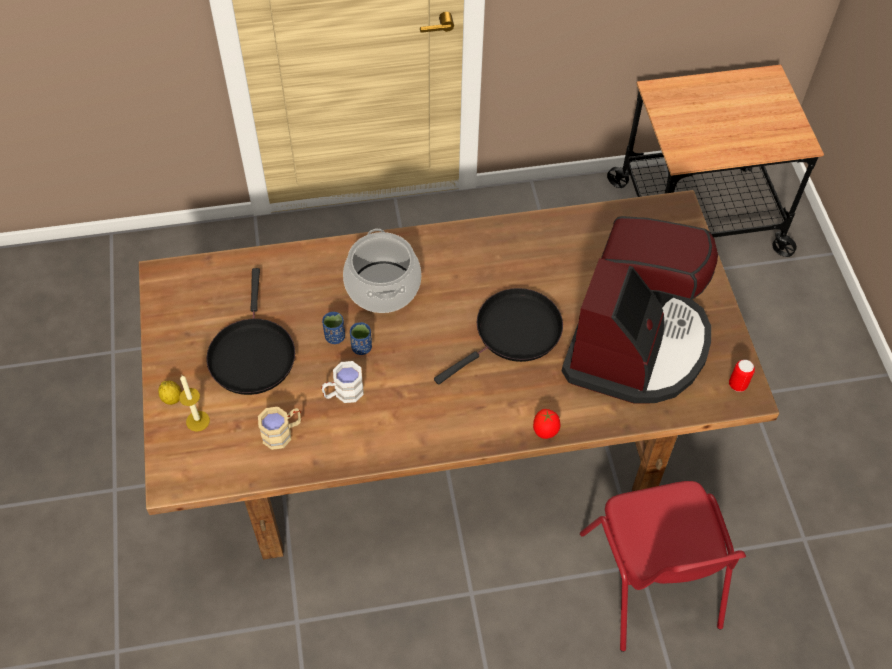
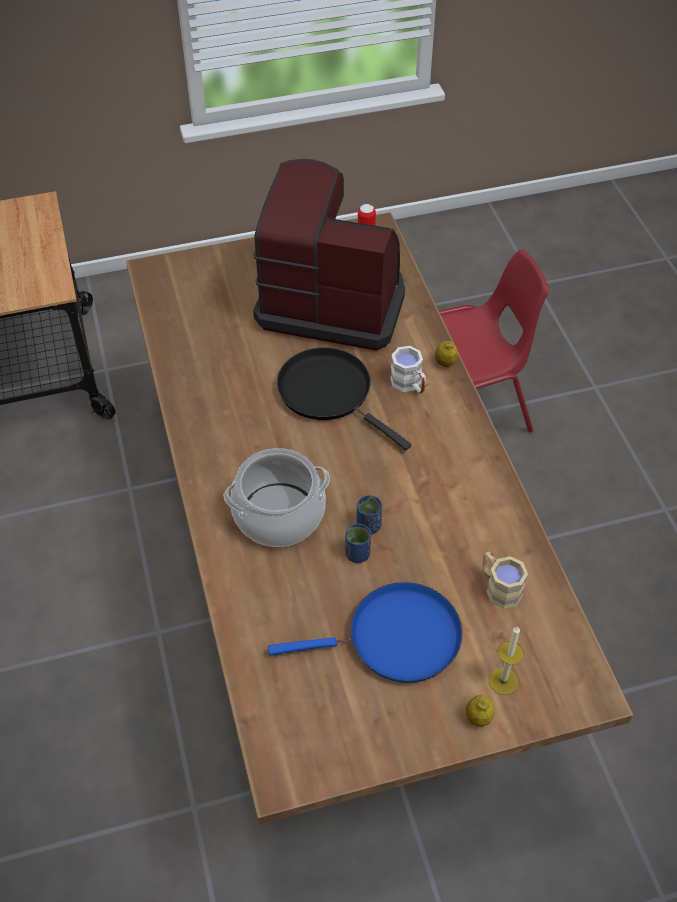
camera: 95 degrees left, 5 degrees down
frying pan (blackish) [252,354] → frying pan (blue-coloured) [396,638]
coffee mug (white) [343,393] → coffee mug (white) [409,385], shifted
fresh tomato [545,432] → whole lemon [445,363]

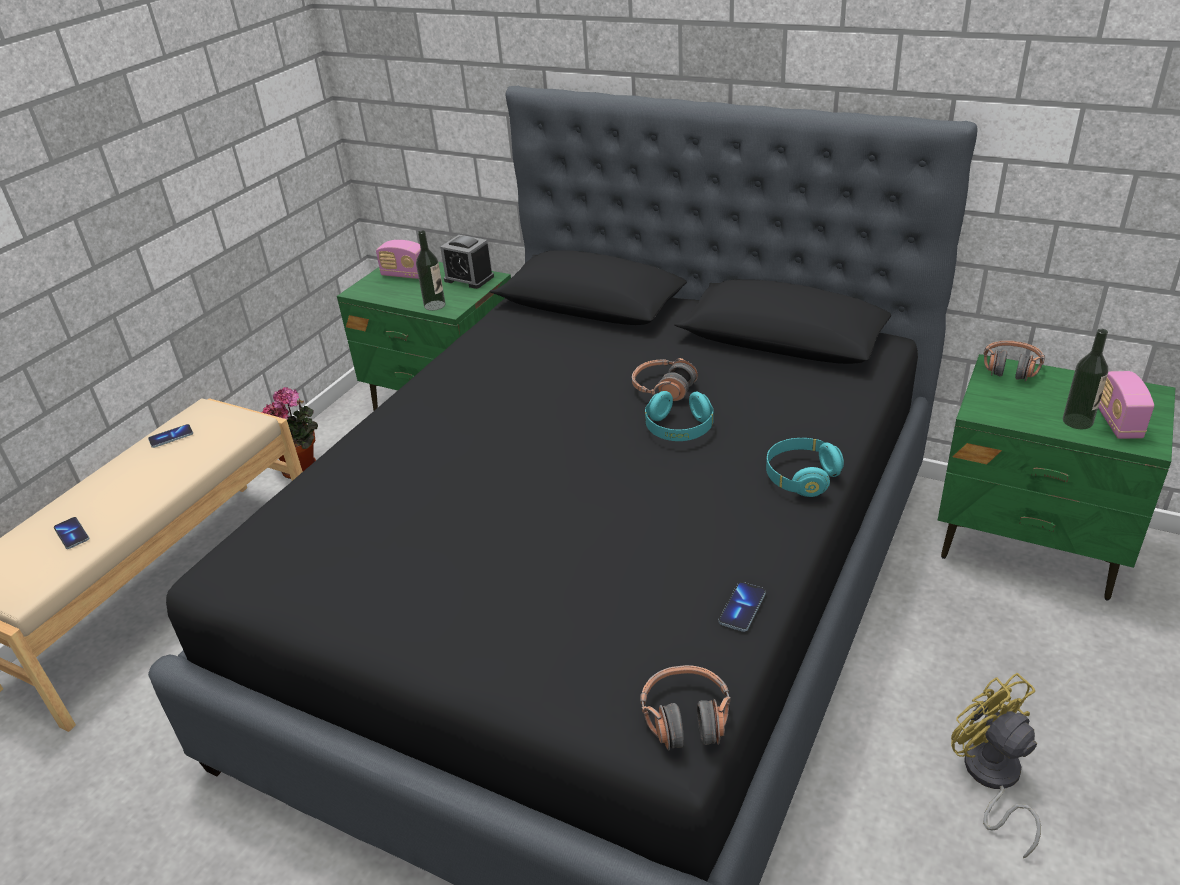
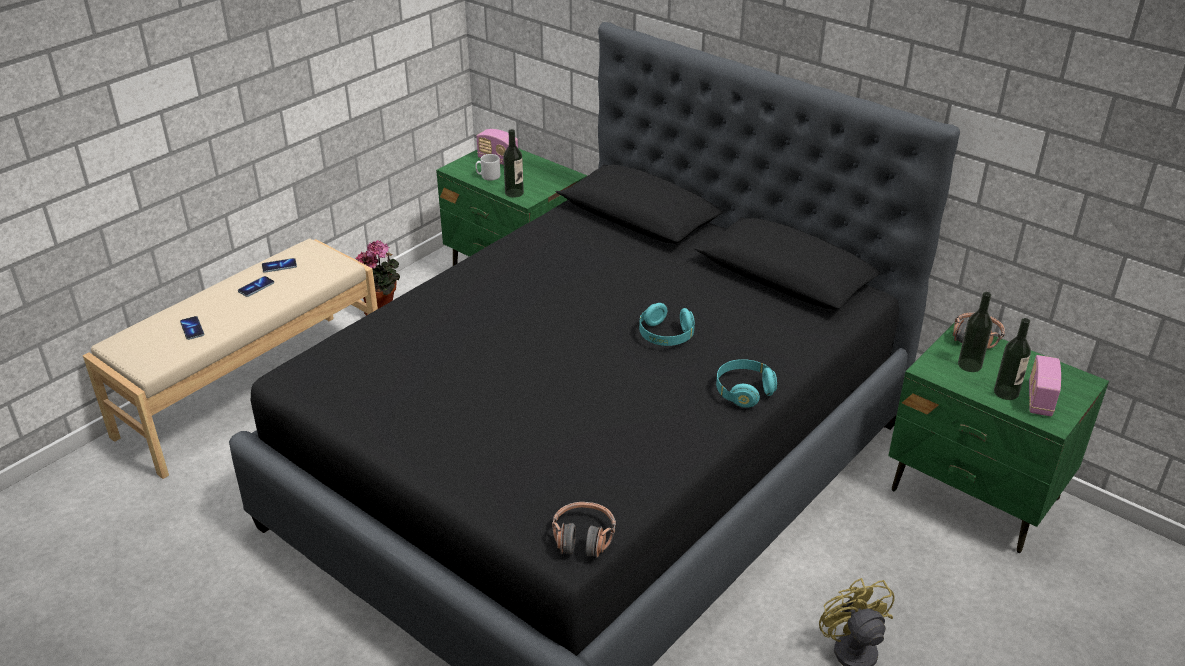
camera: 10 degrees right, 0 degrees up
bedside clock [469,278] → -
pair of headphones [663,389] → -
handset [742,608] → handset [256,287], shifted
- → coffee mug (greyish) [488,176]
- → drink bottle [969,365]

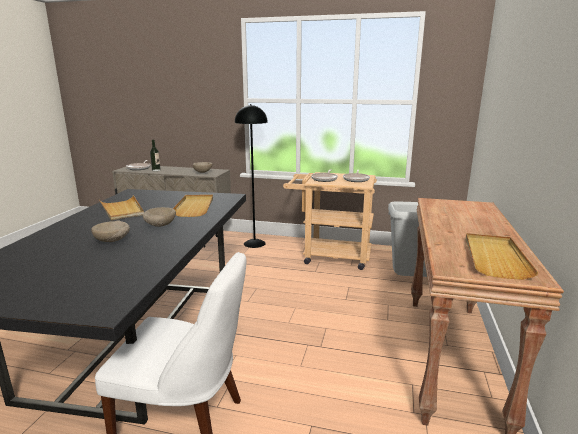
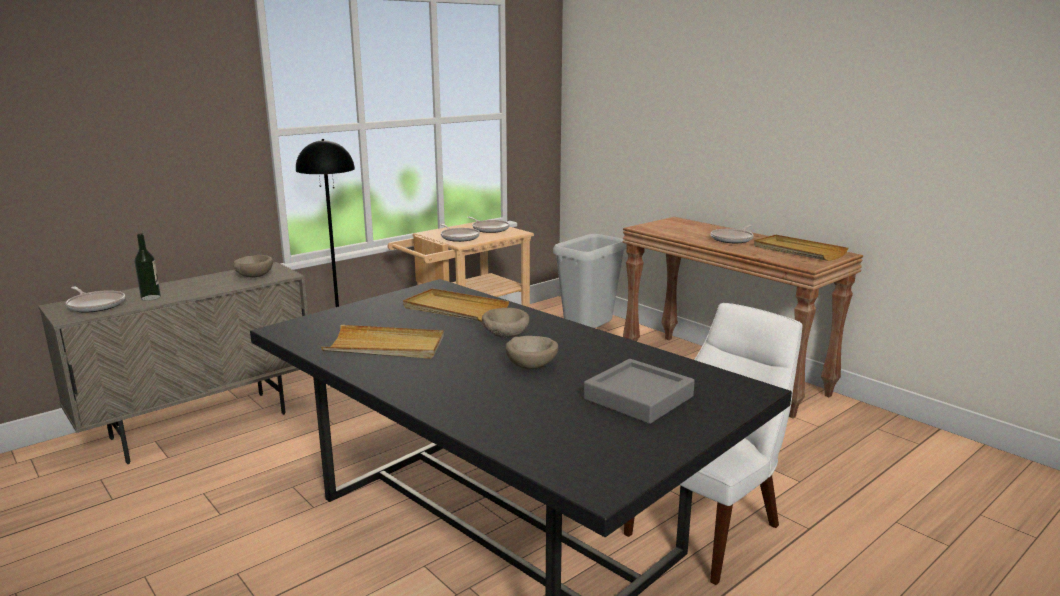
camera: 55 degrees left, 0 degrees up
- → serving tray (greyish) [638,398]
- → frying pan [733,239]

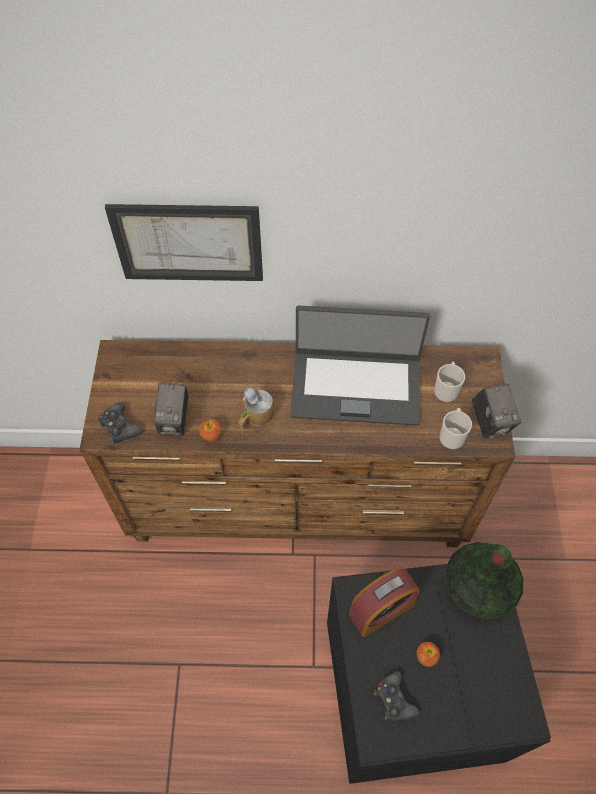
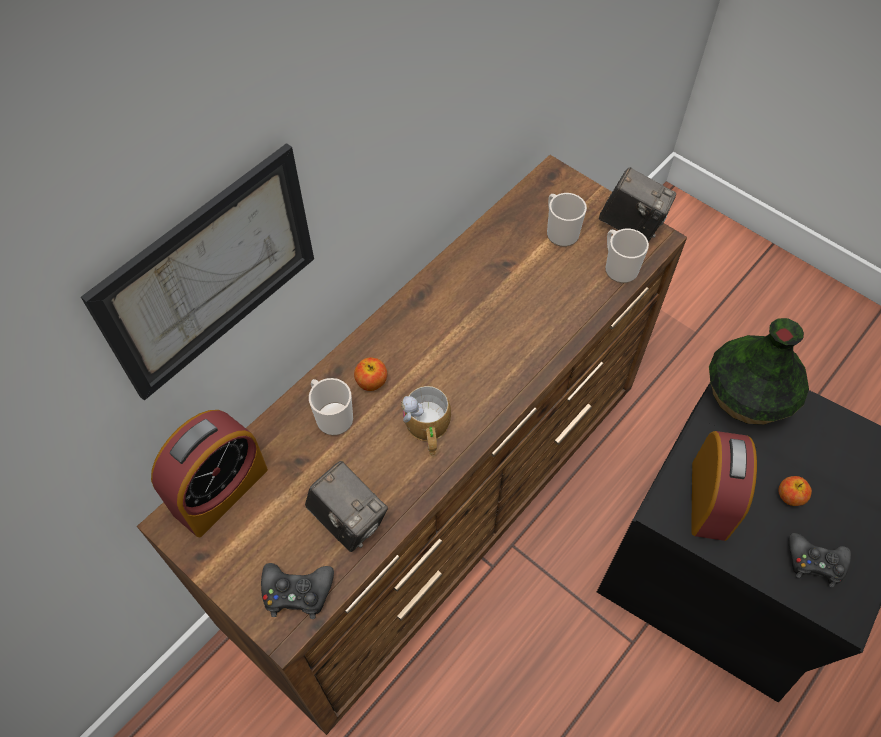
camera: 50 degrees left, 0 degrees up
apple fruit [211,435] → apple fruit [371,382], shifted
laptop [356,386] → -
- → bedside clock [220,491]
- → coffee mug [332,416]

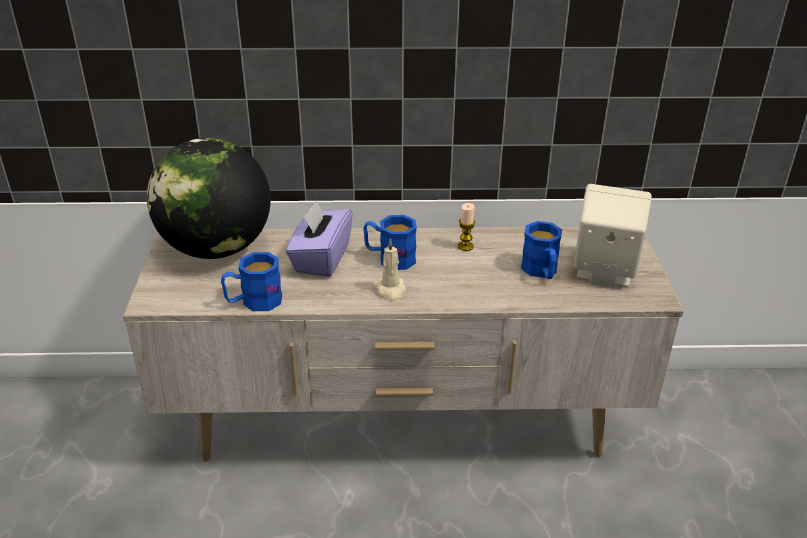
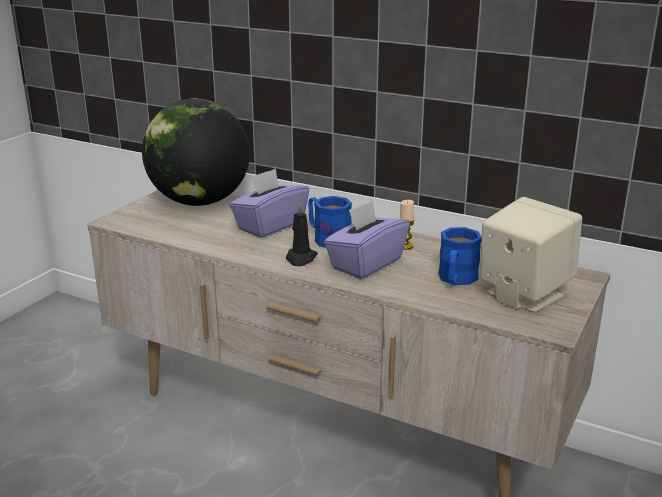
camera: 30 degrees right, 10 degrees down
coffee mug (blue-coloured) [254,302] → -
wax candle (beige) [391,290] → wax candle (blackish) [300,258]
- → tissue holder (purplish) [366,264]

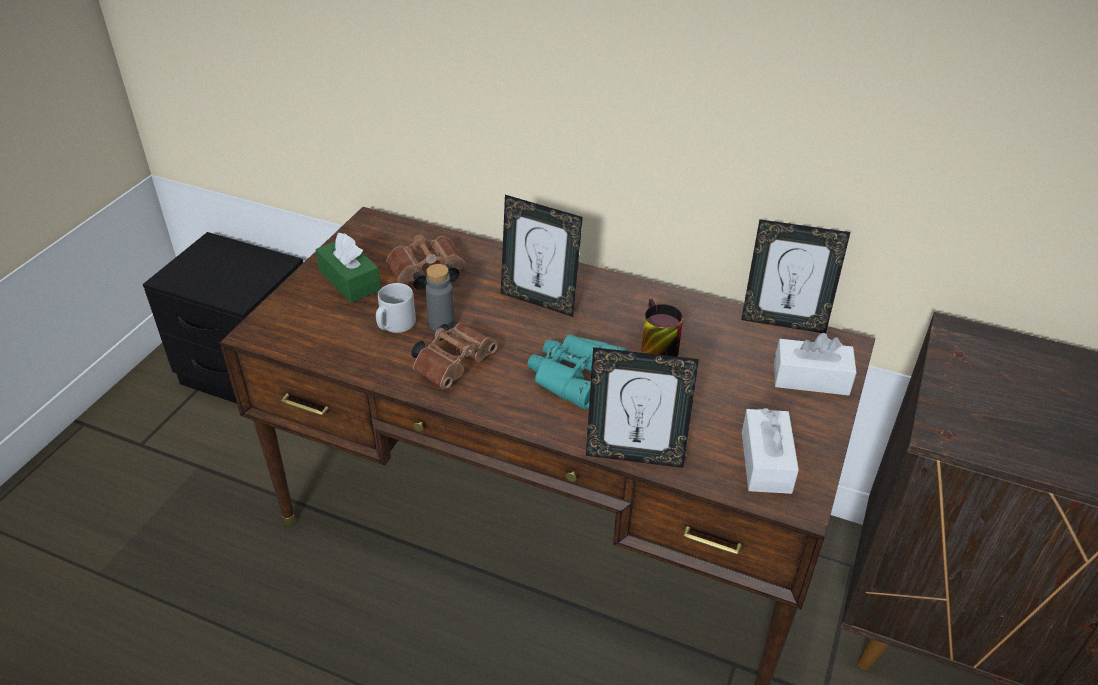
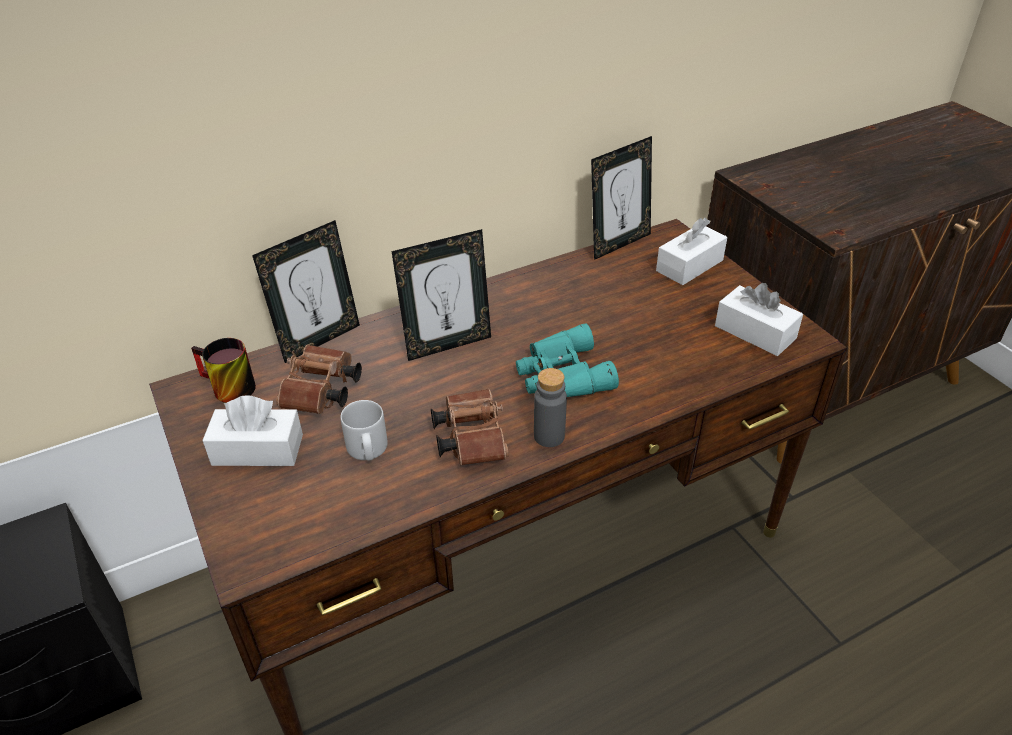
camera: 50 degrees left, 0 degrees up
tissue holder (greenish) [350,281] → tissue holder (white) [257,450]
drink bottle (greyish) [442,324] → drink bottle (greyish) [549,436], shifted
standing frame [635,455] → standing frame [319,340], shifted
coffee mug [654,347] → coffee mug [226,389], shifted

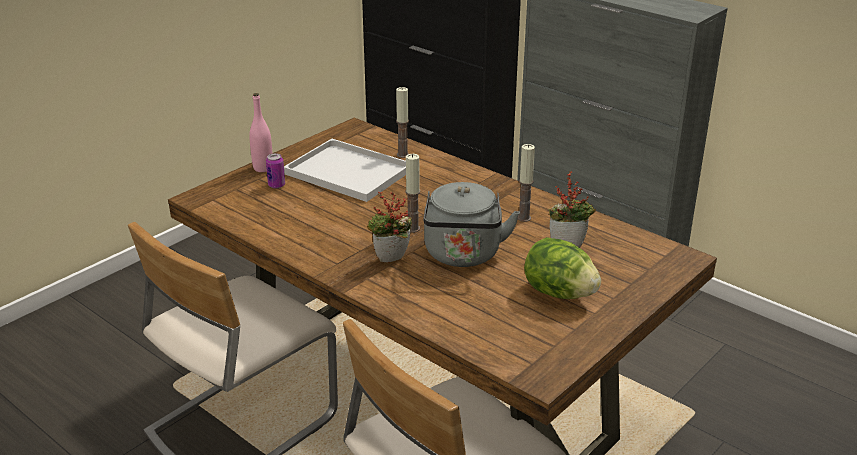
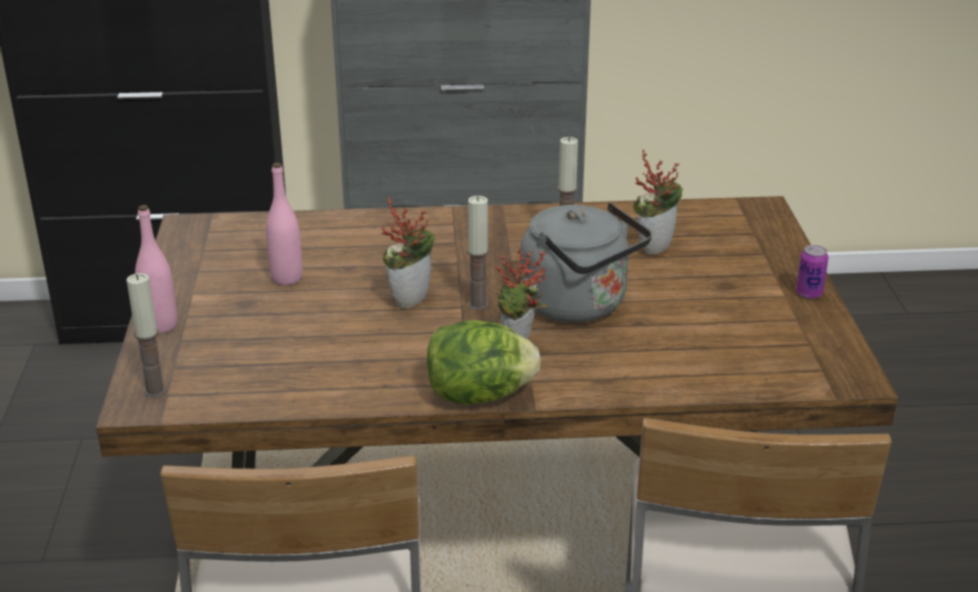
camera: 45 degrees left, 0 degrees up
metal can [276,185] → metal can [809,294], shifted
serving tray (white) [351,172] → drink bottle (pinkish) [287,278]
wax candle [402,155] → wax candle [155,391], shifted
lettuce head [559,293] → lettuce head [479,395], shifted
- → plant in a pot [409,298]

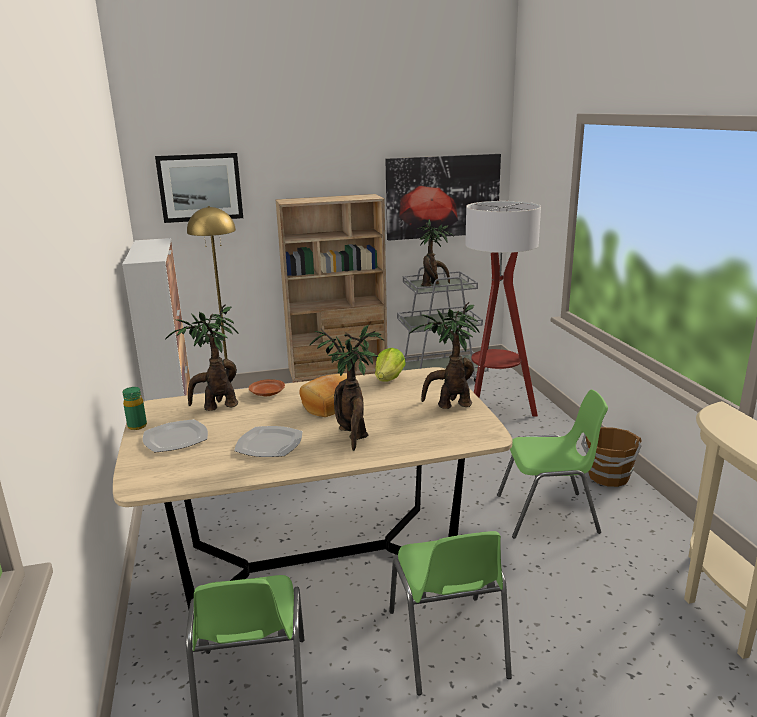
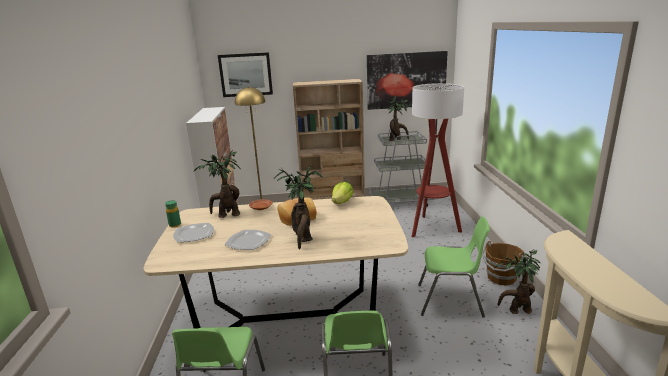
camera: 10 degrees right, 0 degrees up
plant in a pot [449,405] → plant in a pot [516,310], shifted

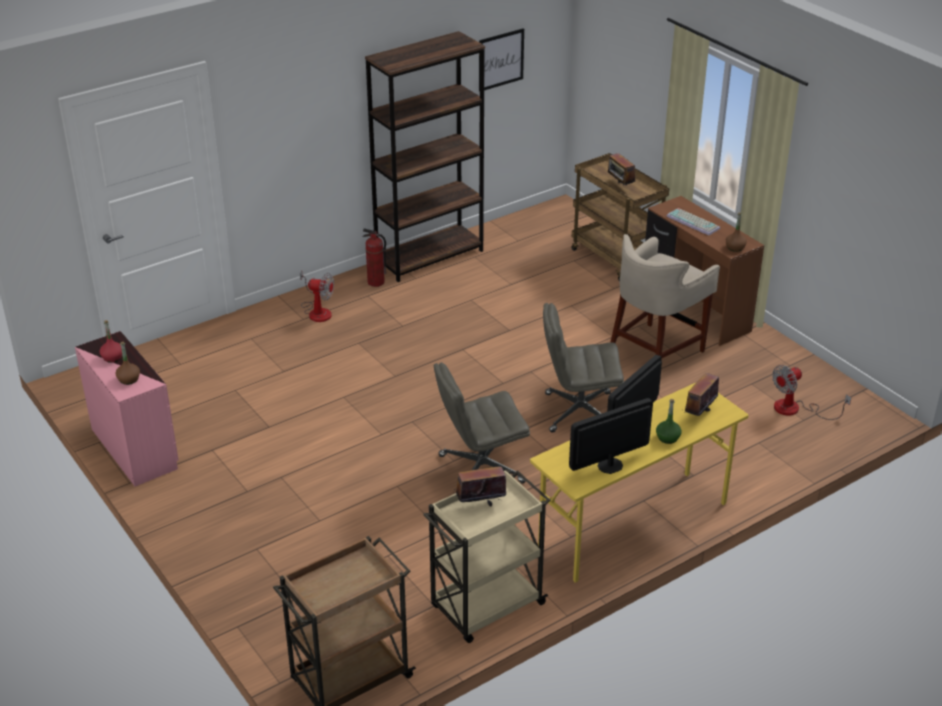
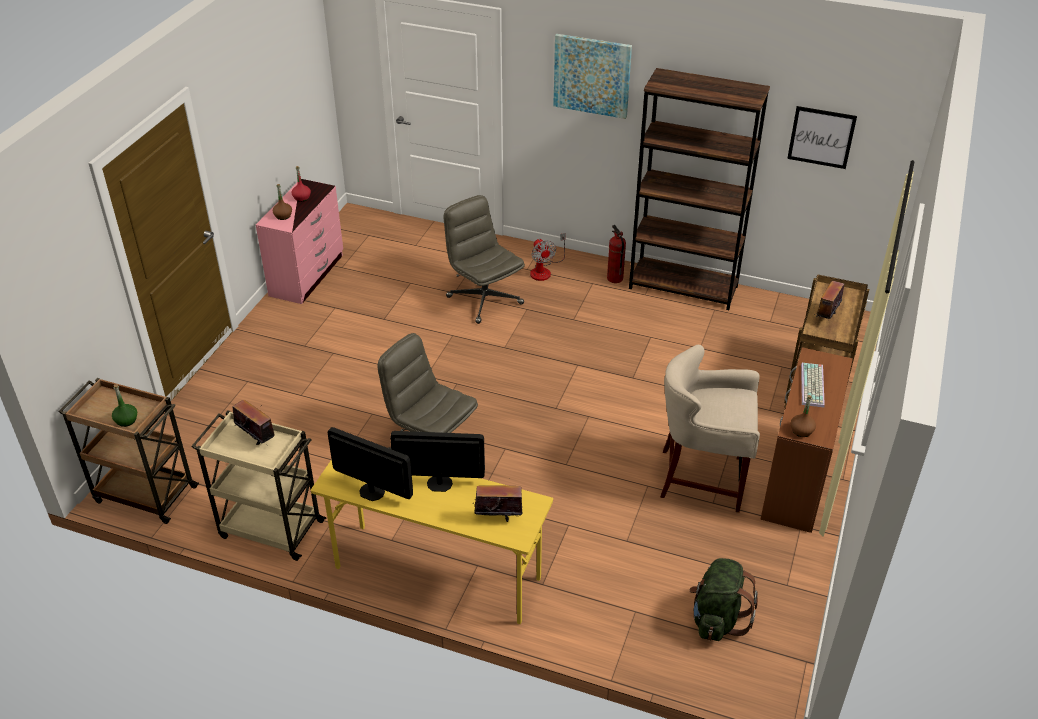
camera: 55 degrees right, 5 degrees up
computer chair (greyish) [579,412] → computer chair (greyish) [484,300], shifted
drink bottle (greenish) [667,438] → drink bottle (greenish) [126,420], shifted
electric fan [796,409] → rucksack (greenish) [717,619]
- → picture [592,75]

